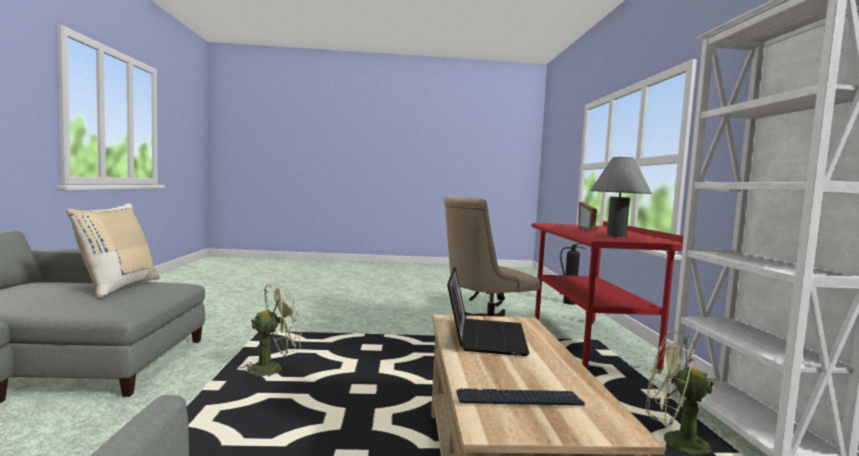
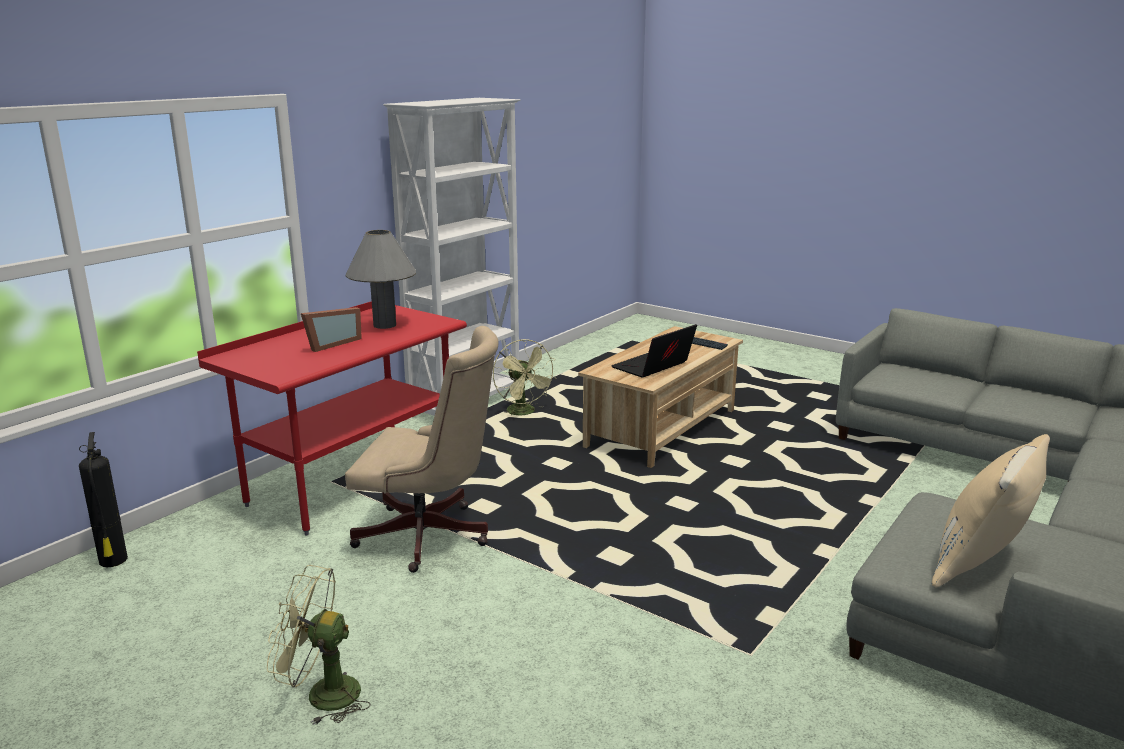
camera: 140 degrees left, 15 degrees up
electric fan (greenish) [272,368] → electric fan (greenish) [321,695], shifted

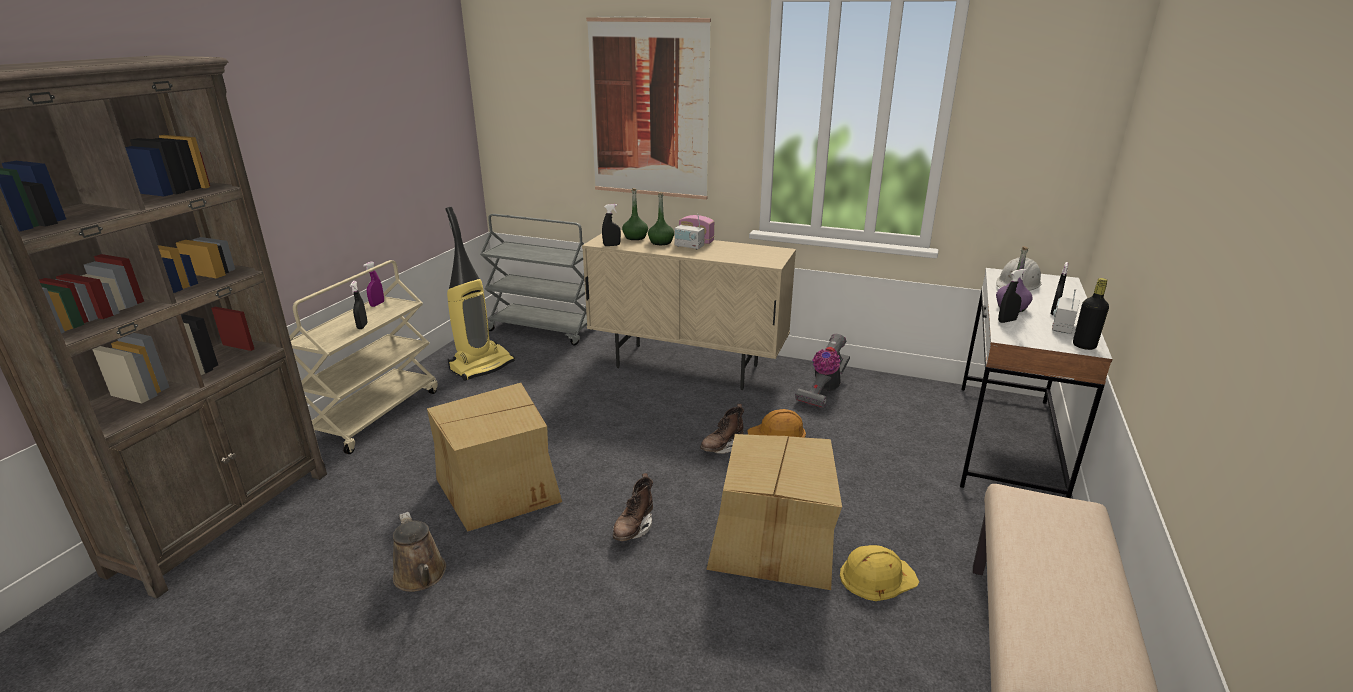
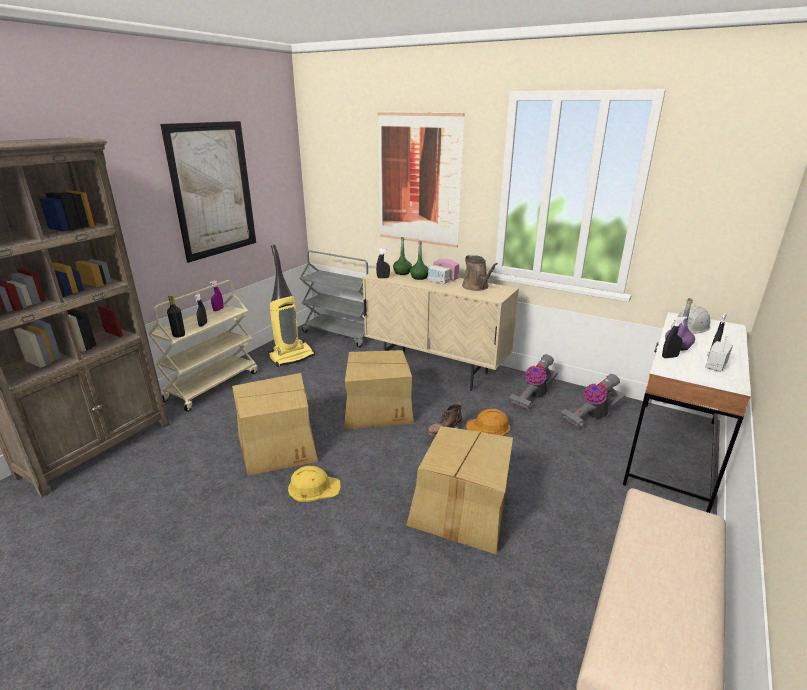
camera: 10 degrees right, 0 degrees up
sprinkling can (brown-coloured) [421,576] → sprinkling can (brown-coloured) [476,287], shifted
boot (brown-coloured) [633,528] → -
safety helmet (yellow-coloured) [877,577] → safety helmet (yellow-coloured) [313,487], shifted
drink bottle (blackish) [1084,346] → drink bottle (blackish) [179,335], shifted
- → picture [213,190]
- → packing box [376,409]
- → vacuum [592,416]

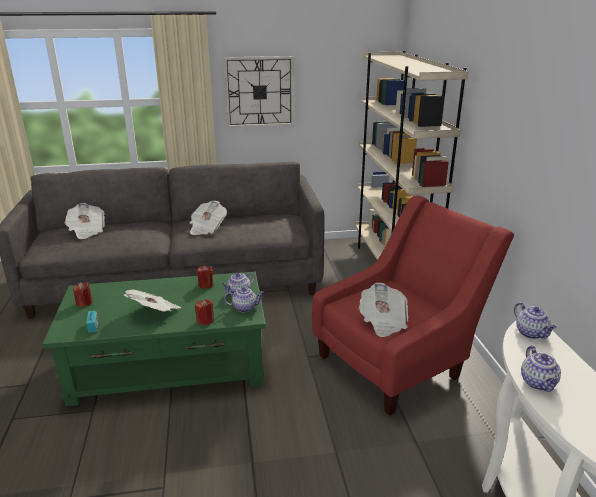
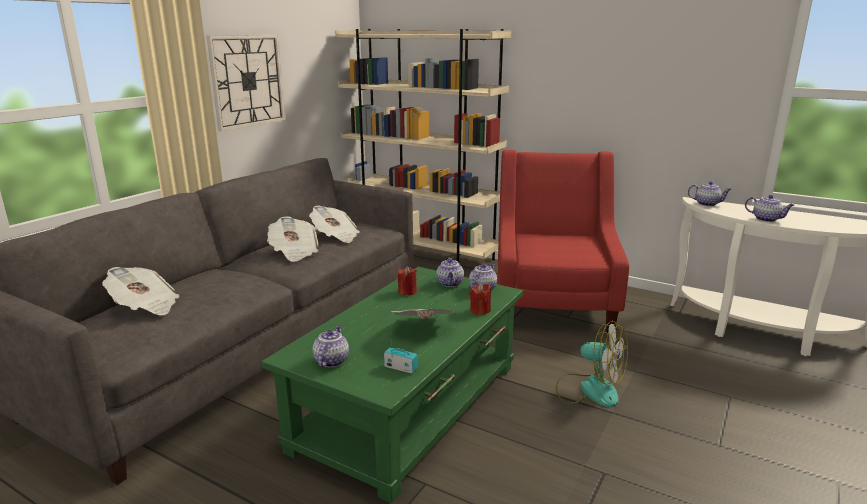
camera: 50 degrees left, 5 degrees down
wax candle (red) [84,303] → tea pot [331,361]
printed paper [383,322] → printed paper [335,236], shifted
- → electric fan [589,389]

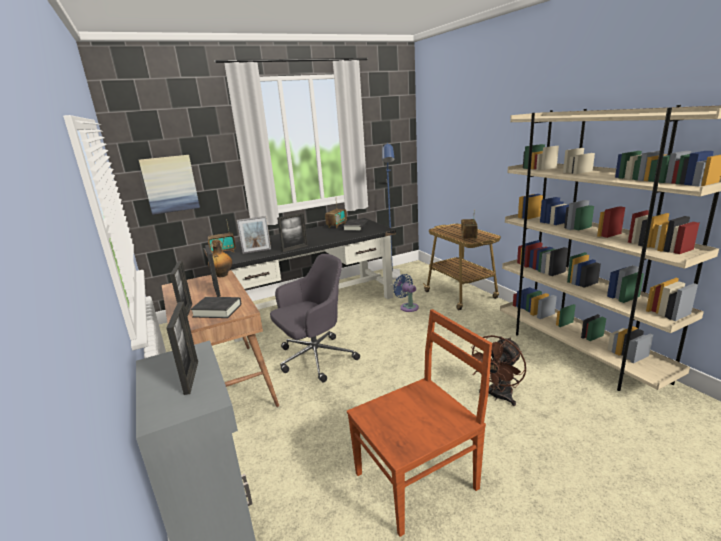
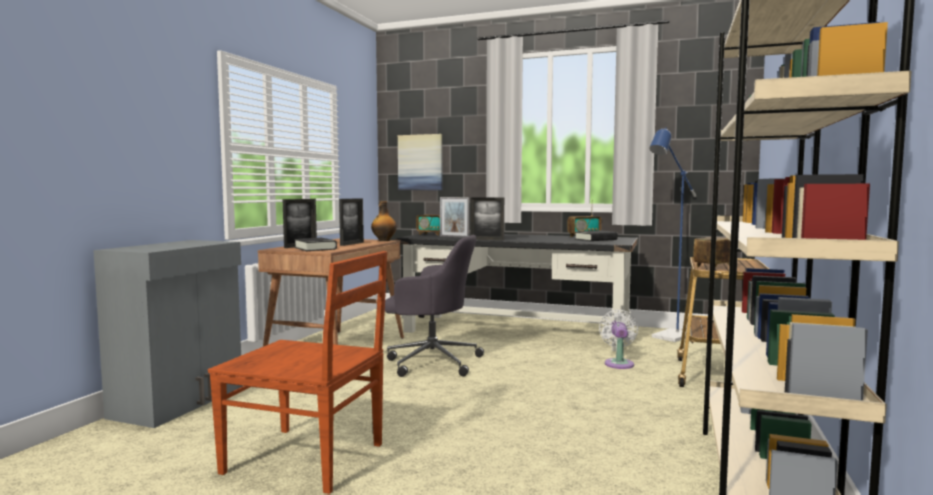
camera: 45 degrees right, 15 degrees down
standing frame [191,377] → -
electric fan (blue-coloured) [407,307] → electric fan (white) [618,363]
electric fan (brown-coloured) [498,397] → -

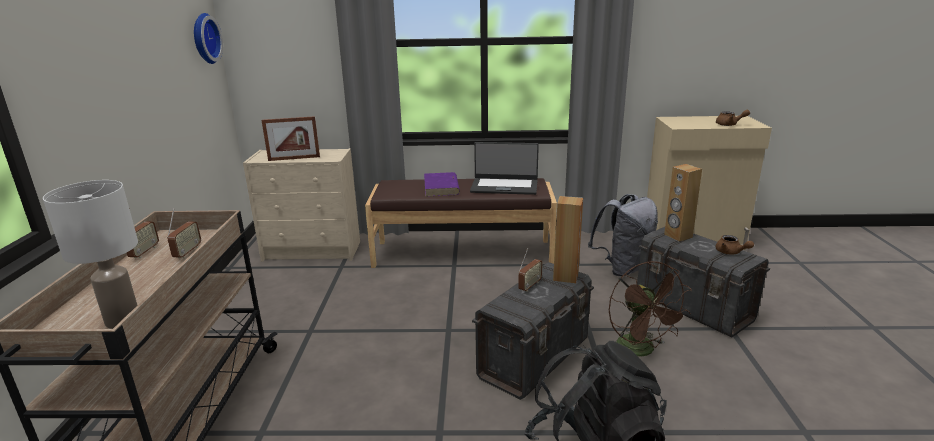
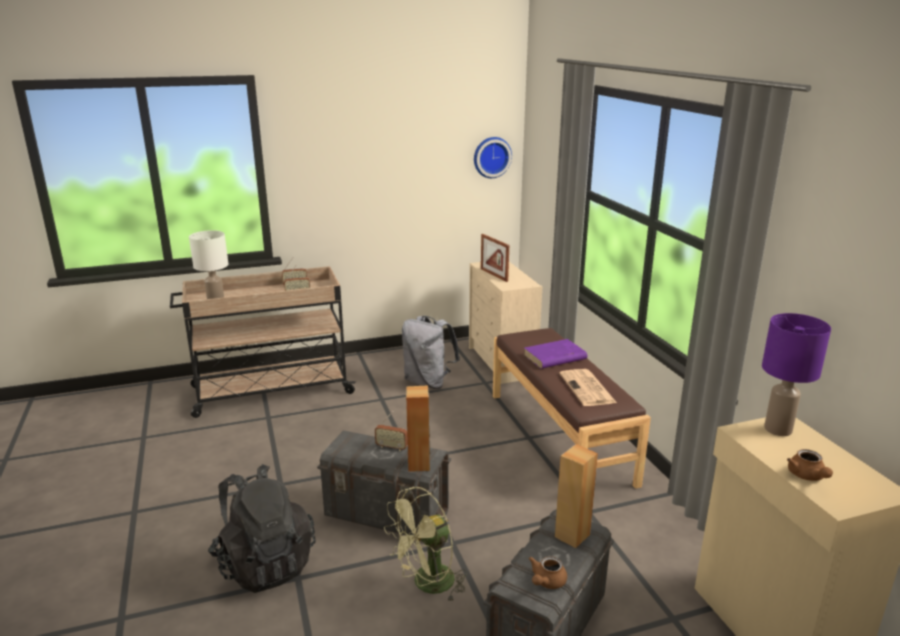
camera: 70 degrees right, 0 degrees up
laptop [504,186] → printed paper [588,389]
rucksack (greyish) [623,268] → rucksack (greyish) [428,382], shifted
electric fan (brown-coloured) [641,351] → electric fan (greenish) [427,585]
- → lamp for a table (purplish) [777,429]

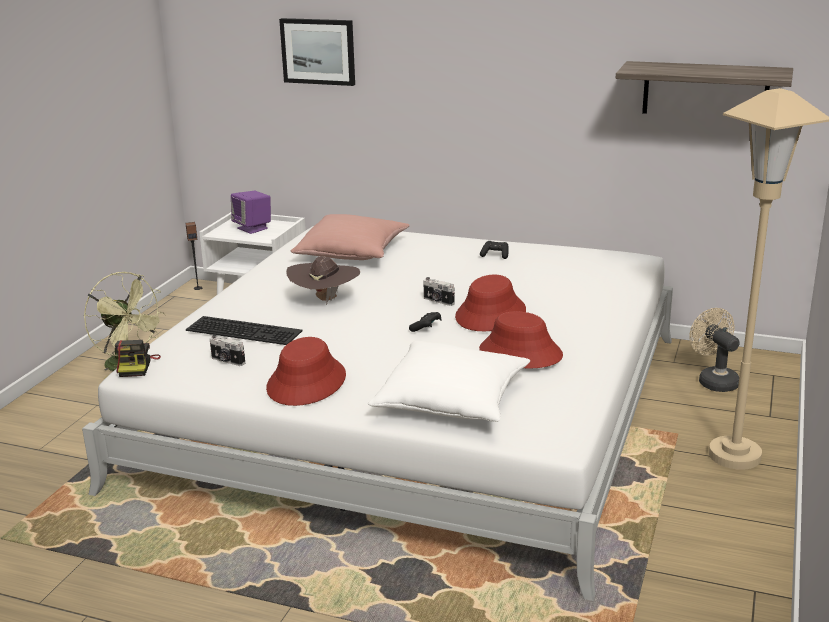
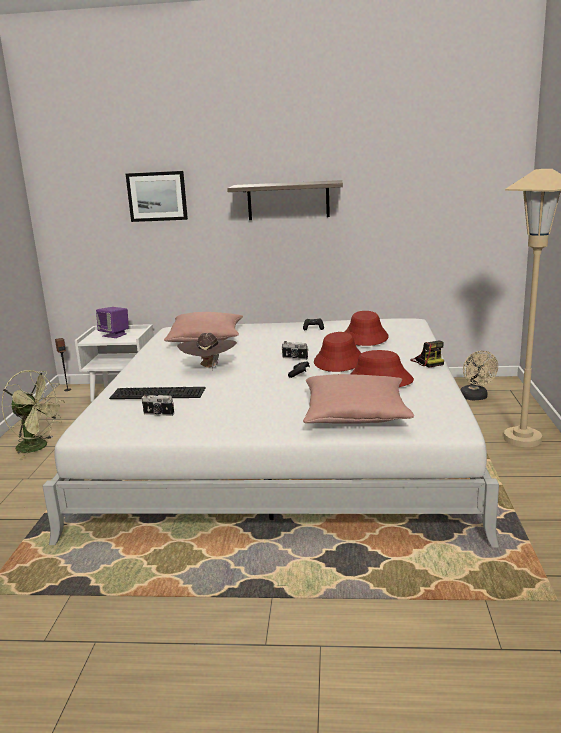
camera: 15 degrees left, 5 degrees down
photo camera [137,366] → photo camera [427,362], shifted
hat (red) [307,382] → hat (red) [365,337], shifted
throw pillow (white) [452,401] → throw pillow (pinkish) [355,415]
bracket shelf [705,90] → bracket shelf [288,200], shifted
electric fan (beige) [714,380] → electric fan (beige) [475,398], 150 degrees counterclockwise

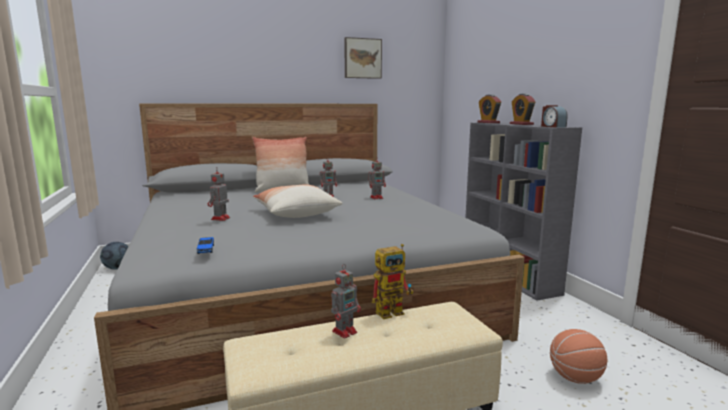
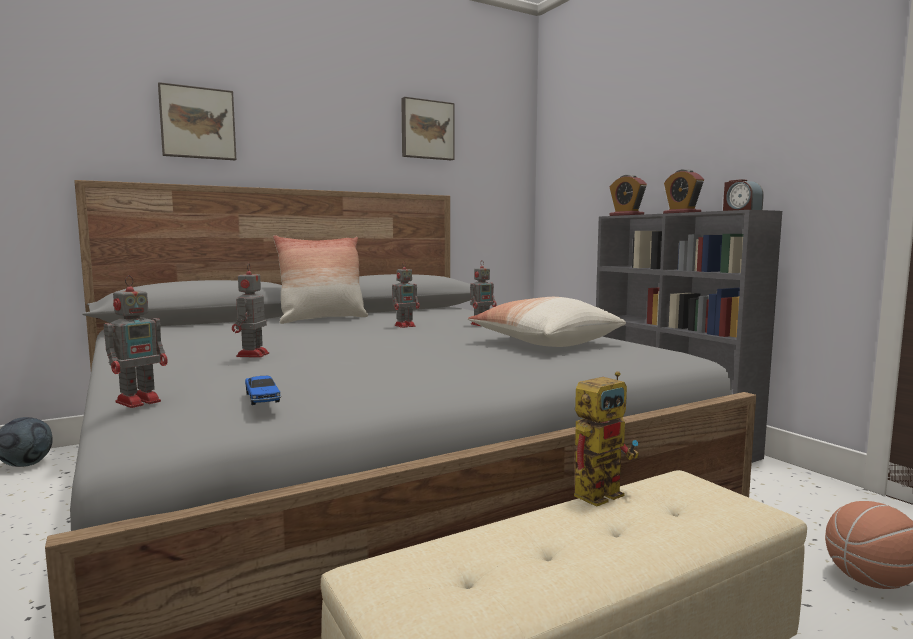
camera: 10 degrees left, 5 degrees down
throw pillow [296,213] → throw pillow [544,343], shifted
toy robot [345,331] → toy robot [140,401], shifted
- → picture [197,123]

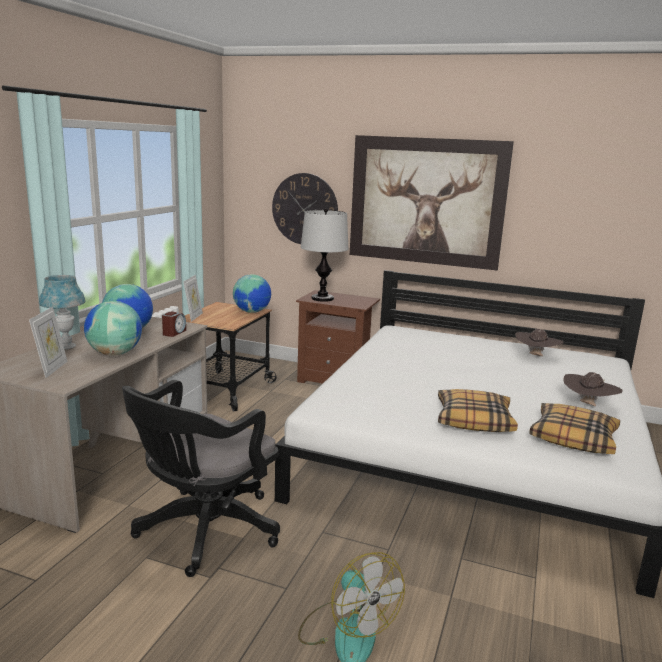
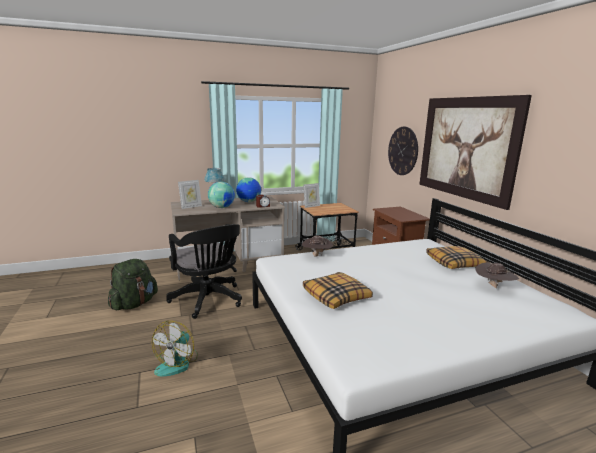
camera: 50 degrees right, 0 degrees up
computer chair (blackish) [203,532] → computer chair (blackish) [208,301], 120 degrees counterclockwise
globe [252,312] → -
lamp for a table [322,298] → -
throw pillow [573,438] → throw pillow [454,263], shifted
hat (brown-coloured) [588,405] → hat (brown-coloured) [316,256], shifted
- → rucksack (greenish) [134,304]

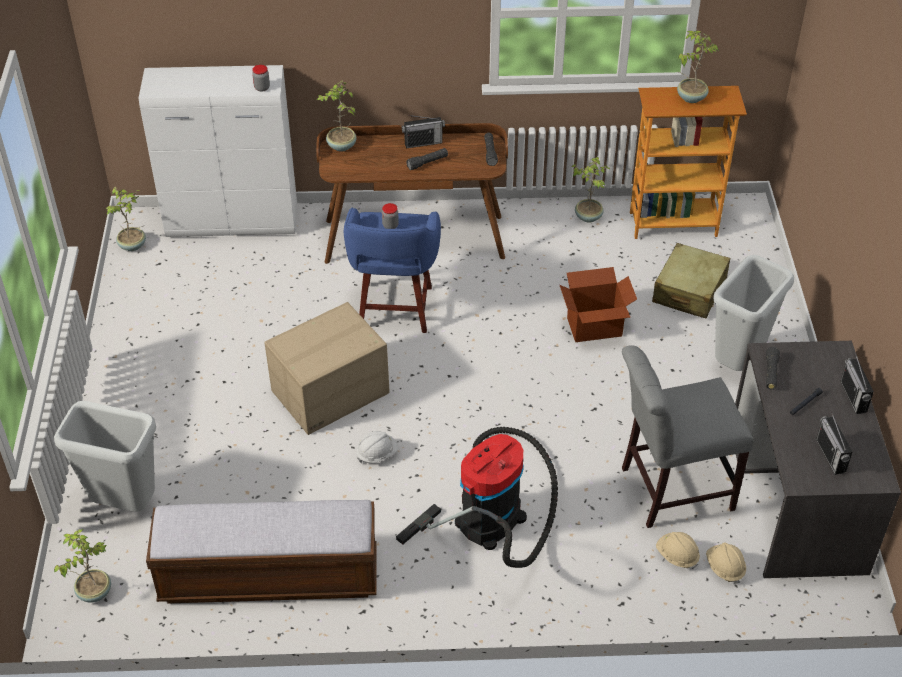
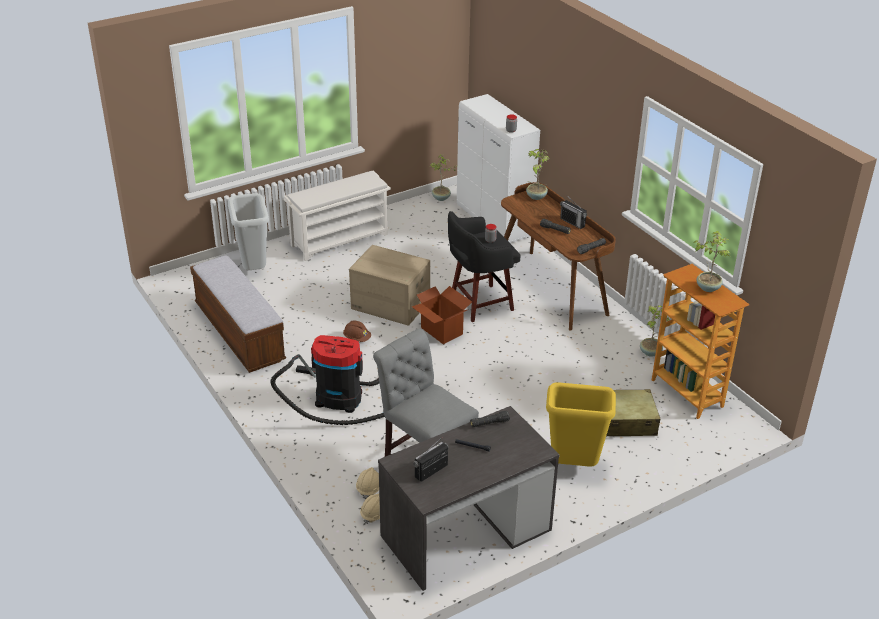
camera: 60 degrees right, 10 degrees down
plant in a pot [93,592] → -
sitting stool (blue-coloured) [395,310] → sitting stool (blackish) [479,304]
safety helmet (white) [377,454] → safety helmet (brown-coloured) [357,338]
packing box [594,327] → packing box [441,331], shifted
rubbish bin (greyish) [737,362] → rubbish bin (yellow-coloured) [574,466]
radio set [853,397] → -
- → shoe rack (white) [340,239]

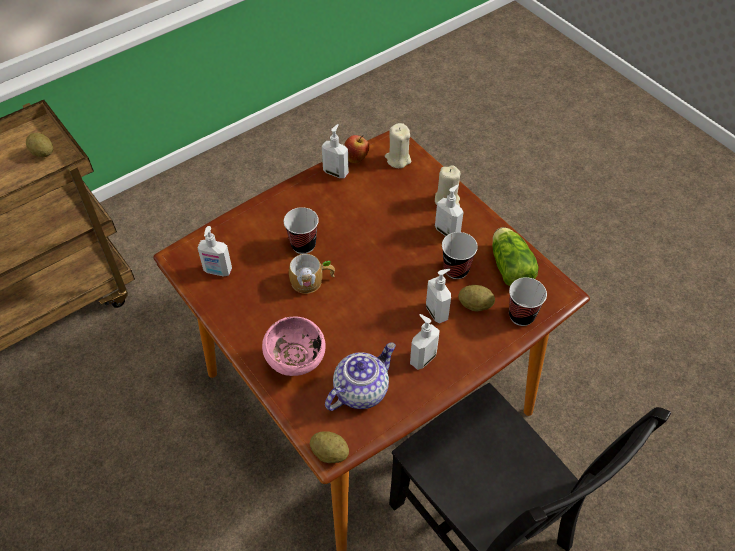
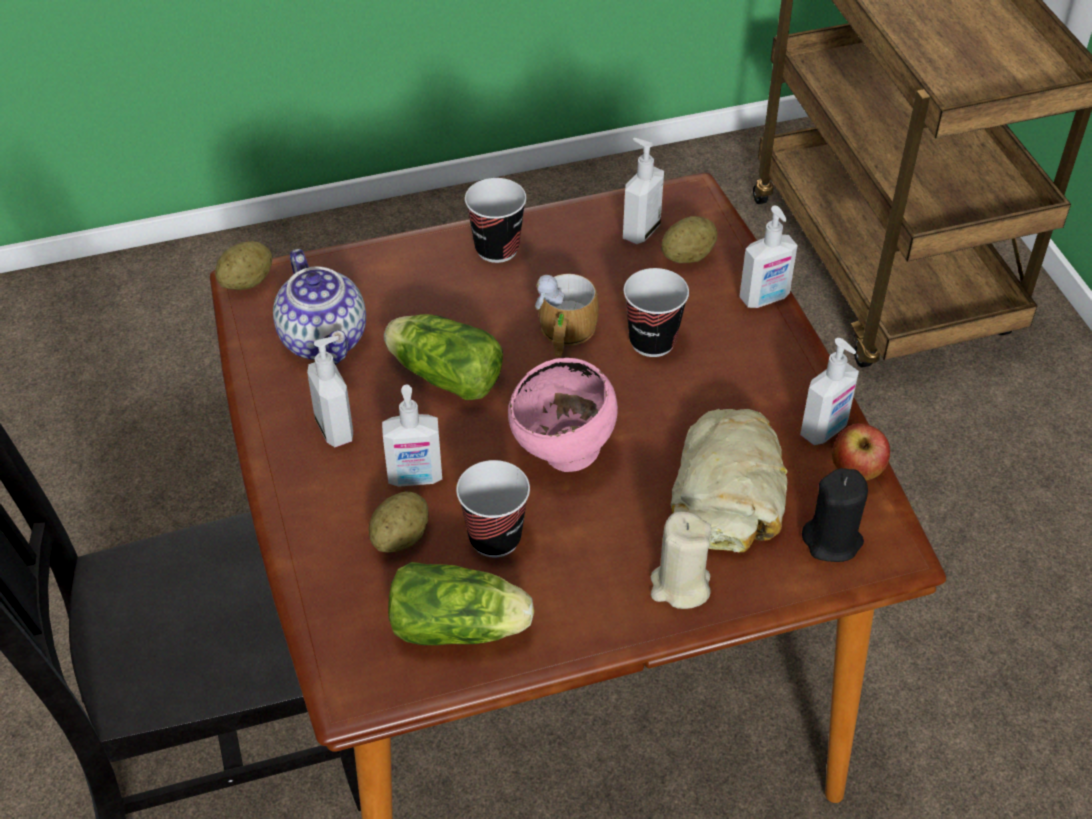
camera: 110 degrees right, 5 degrees down
spud [43,153] → spud [687,256], shifted
bowl (pinkish) [297,364] → bowl (pinkish) [563,455], shifted
wax candle (beige) [398,159] → wax candle (blackish) [832,540]
soap bottle [447,231] → soap bottle [764,299], shifted
small cup [521,315] → small cup [497,248], shifted
- → lettuce head [442,374]
- → bakery bread [729,491]

